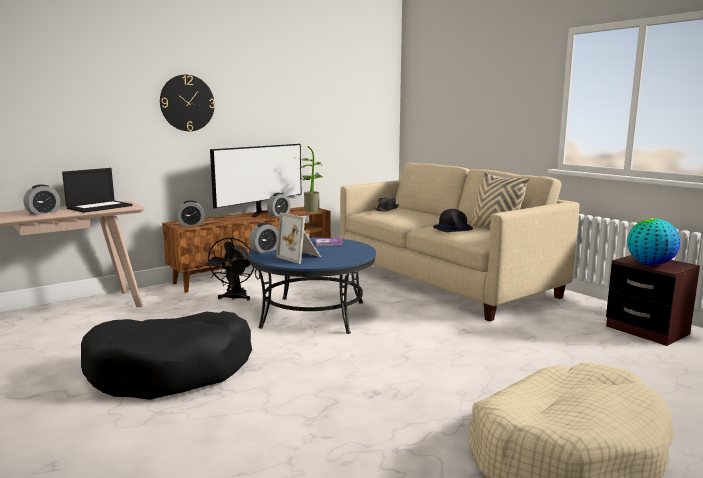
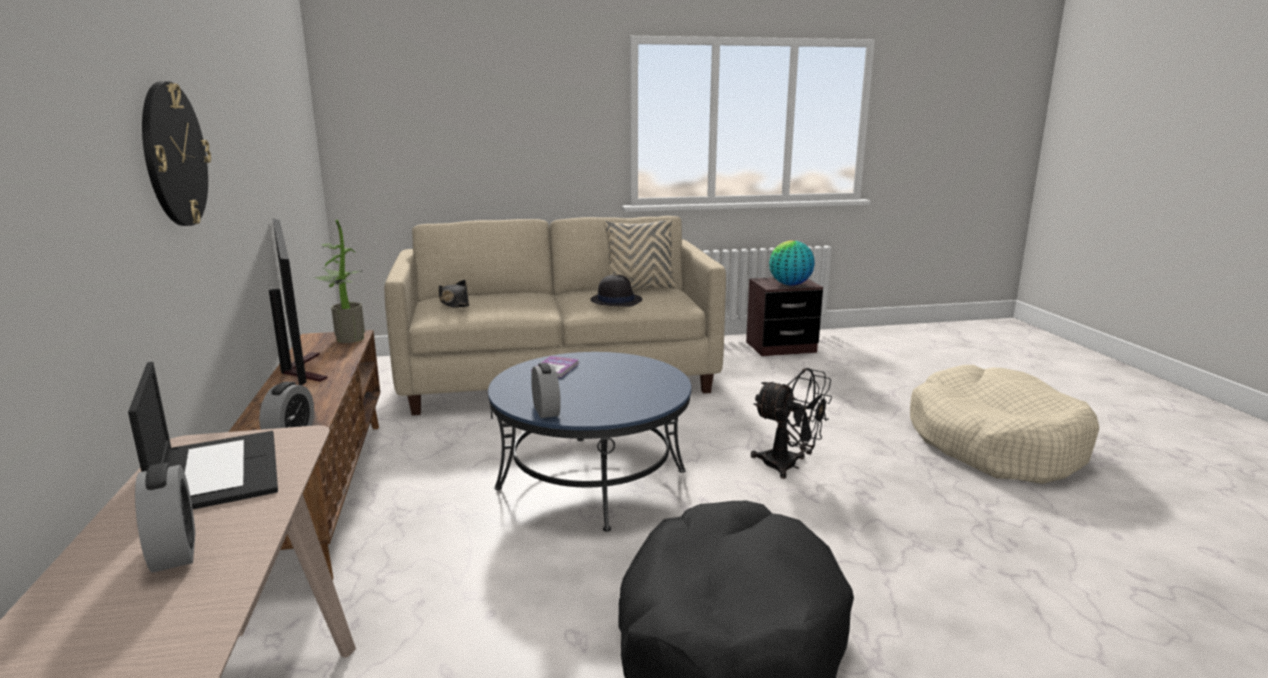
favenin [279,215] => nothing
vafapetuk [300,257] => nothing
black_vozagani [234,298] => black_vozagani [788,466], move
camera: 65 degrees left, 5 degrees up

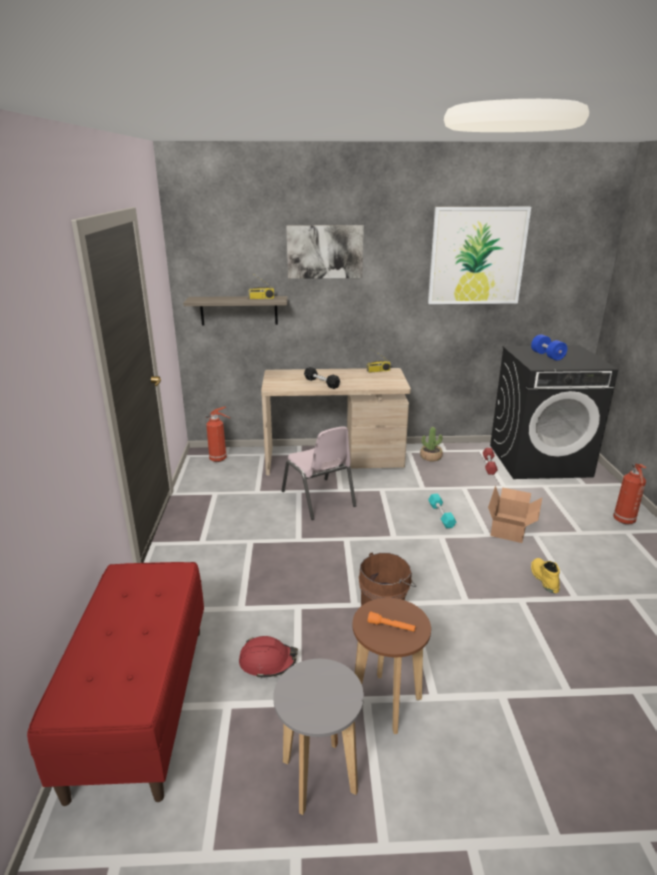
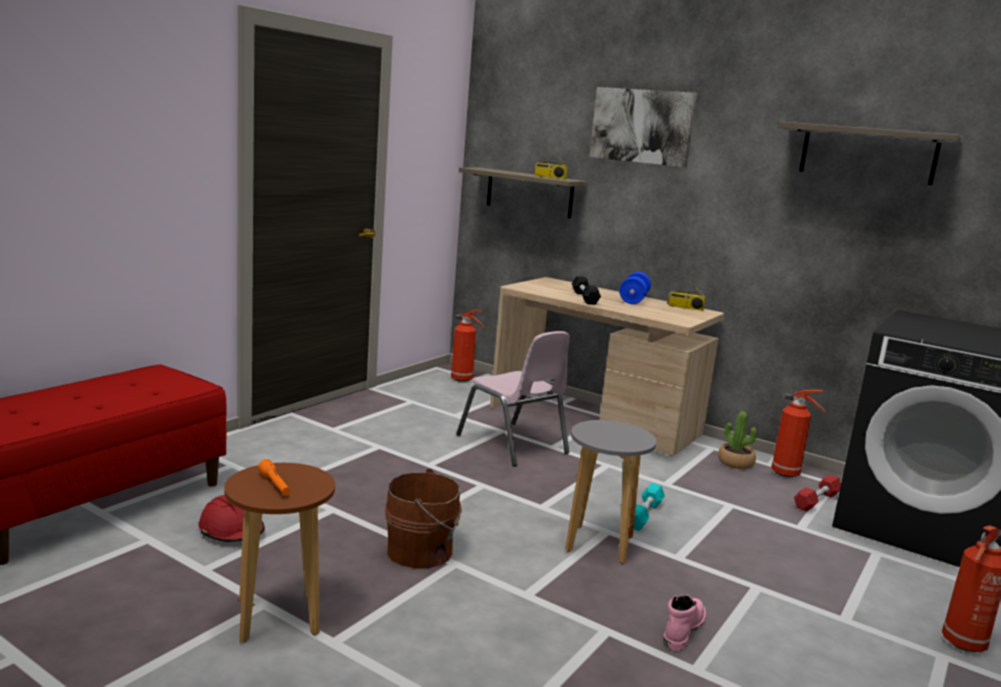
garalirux [511,527] => nothing
nothing => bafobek [787,474]
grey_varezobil [319,776] => grey_varezobil [600,544], move
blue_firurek [547,356] => blue_firurek [633,300], move
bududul [477,256] => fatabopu [868,153]
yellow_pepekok [543,578] => pink_pepekok [682,629]
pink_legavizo [318,499] => pink_legavizo [512,444], 45 degrees counterclockwise
camera: 35 degrees right, 10 degrees down

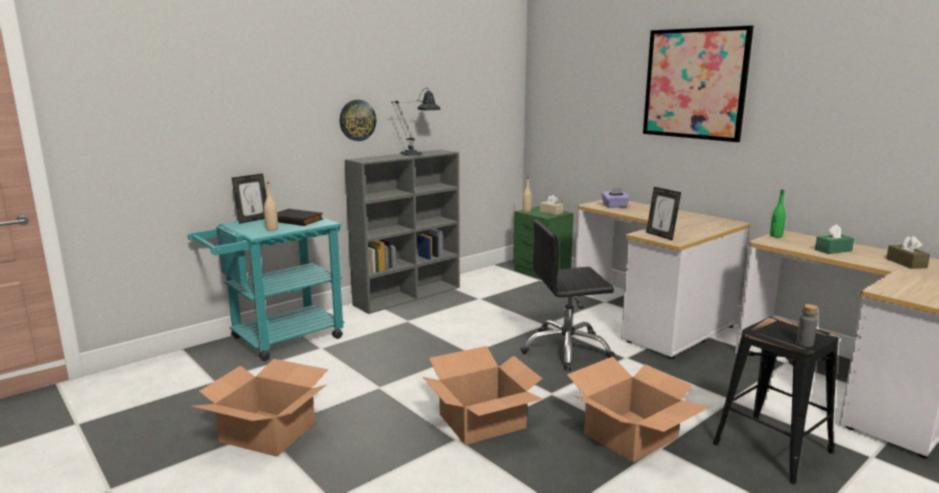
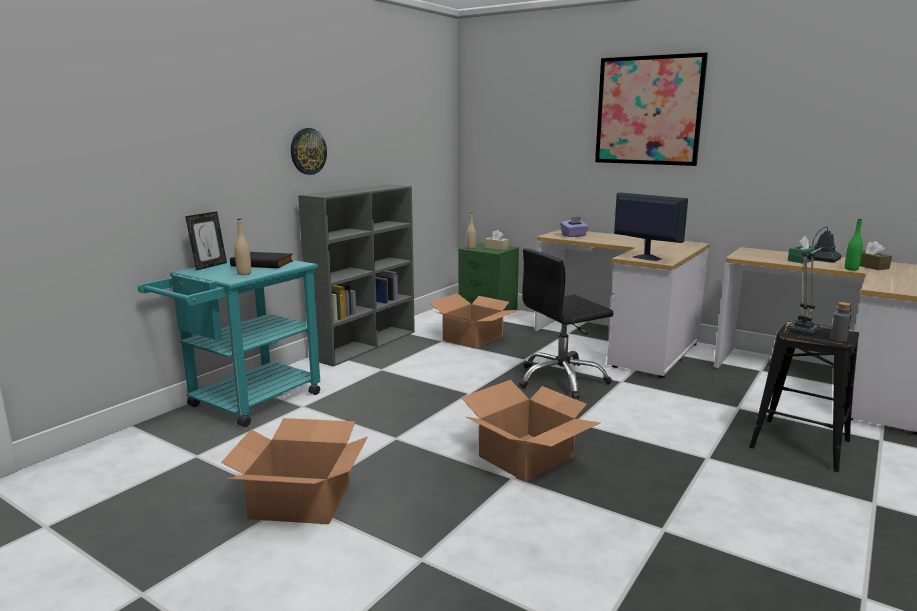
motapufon [415,154] => motapufon [805,328], move
garalirux [631,436] => garalirux [473,338], move
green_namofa [776,236] => green_namofa [851,269], move
vafapetuk [661,236] => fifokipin [646,257]
camera: 15 degrees left, 0 degrees up

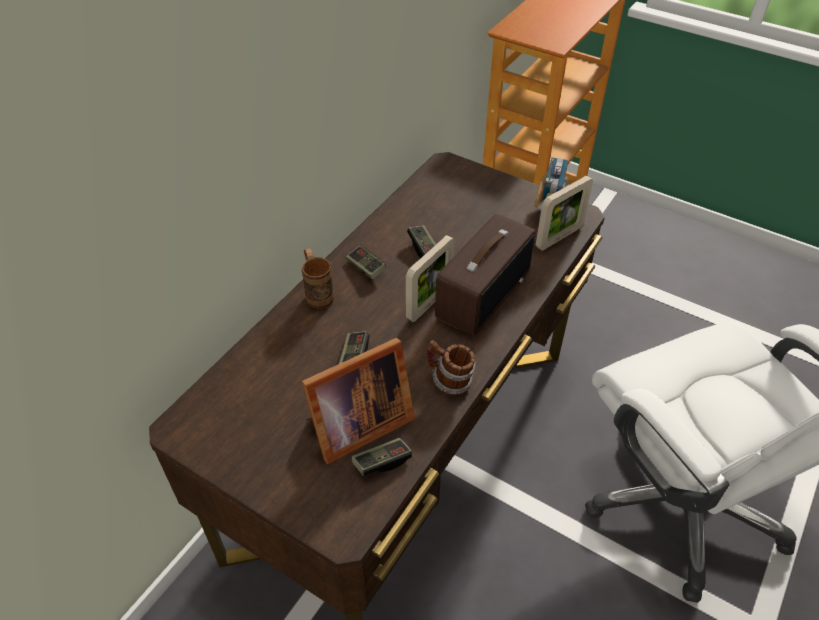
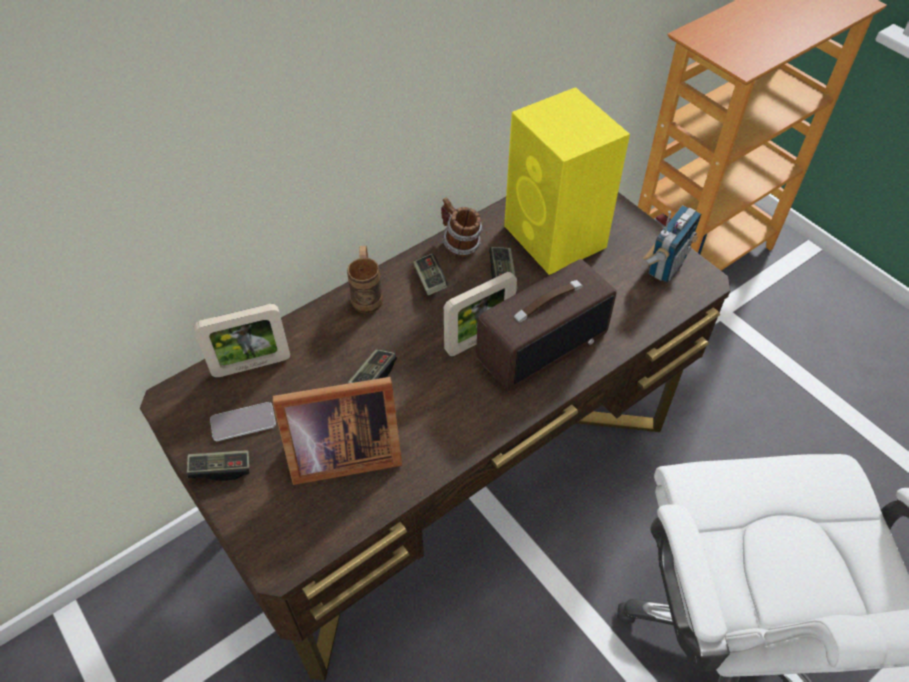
nothing => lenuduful [243,422]
nothing => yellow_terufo [556,238]
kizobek [382,461] => kizobek [221,469], move
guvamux [449,381] => guvamux [459,244], move
vafapetuk [559,237] => vafapetuk [251,365], move
camera: 20 degrees right, 5 degrees up

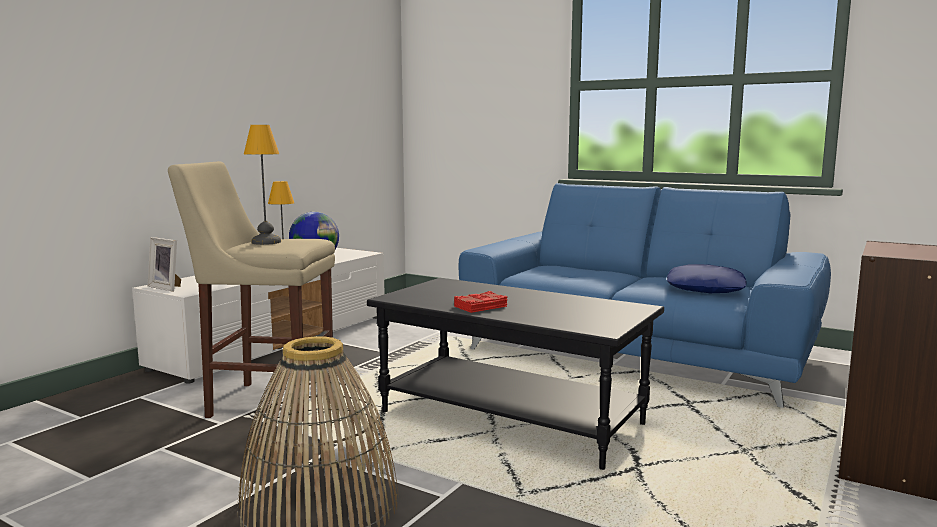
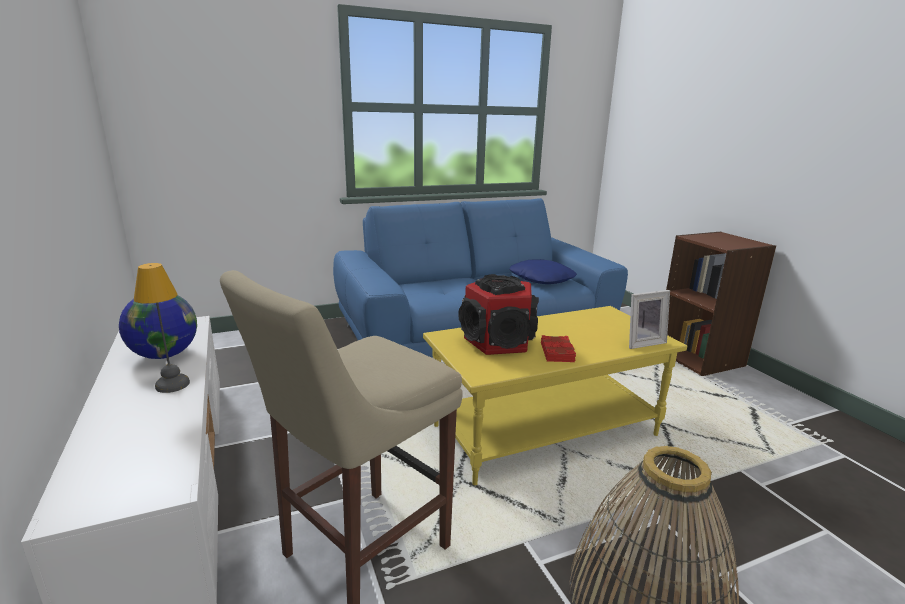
motapufon [267,242] => nothing
nothing => terufo [499,342]
vafapetuk [167,287] => vafapetuk [642,342], move
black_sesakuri [513,418] => yellow_sesakuri [544,430]
camera: 55 degrees left, 10 degrees up

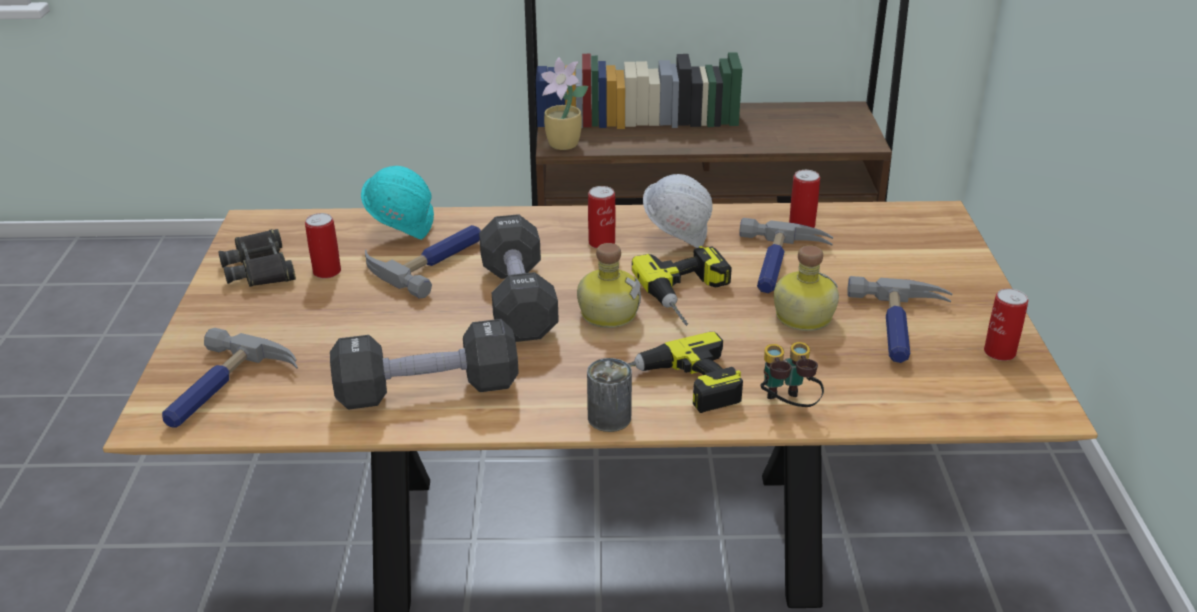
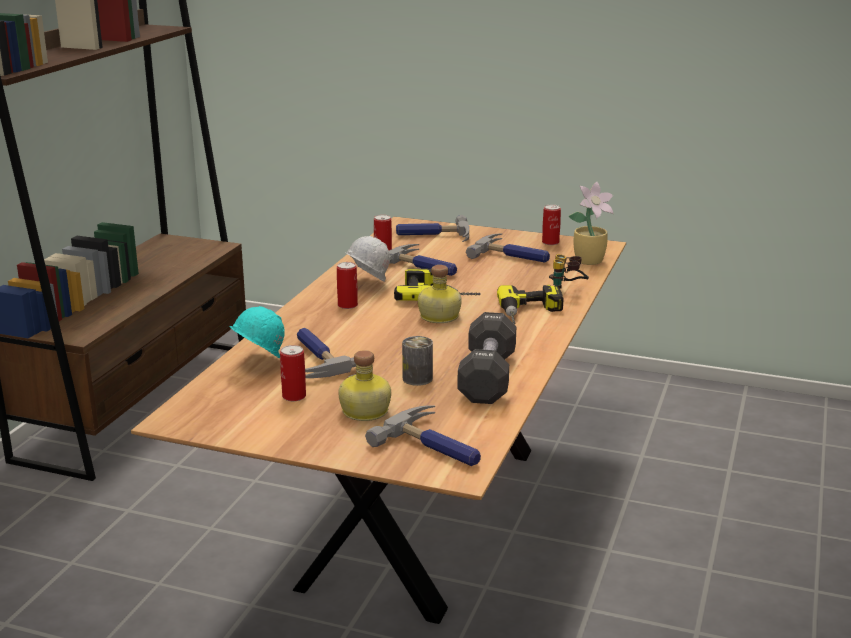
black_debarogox [260,268] => nothing
black_firurek [518,301] => nothing
nothing => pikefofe [433,236]
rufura [564,145] => rufura [590,261], move
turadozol [609,418] => turadozol [417,378], move
namofa [801,316] => namofa [364,412], move
camera: 70 degrees left, 10 degrees down

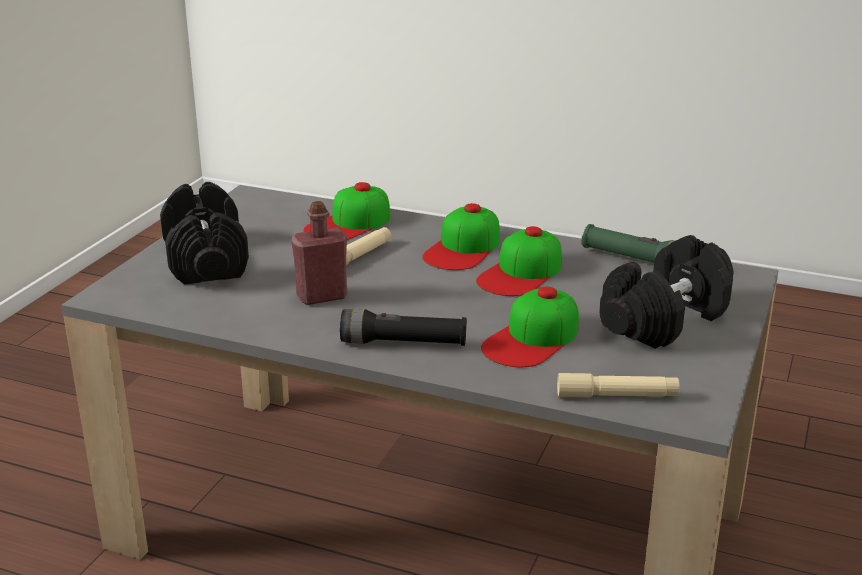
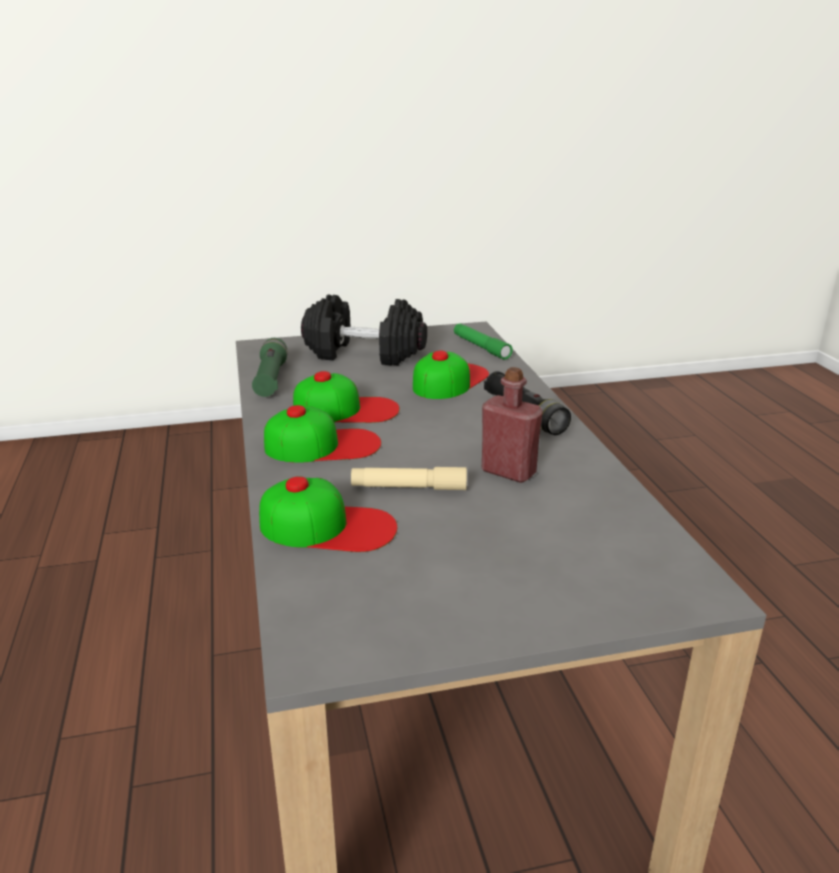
black_firurek [205,260] => nothing
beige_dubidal [617,395] => green_dubidal [481,347]
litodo [532,339] => litodo [450,380], 60 degrees counterclockwise
camera: 125 degrees left, 0 degrees up

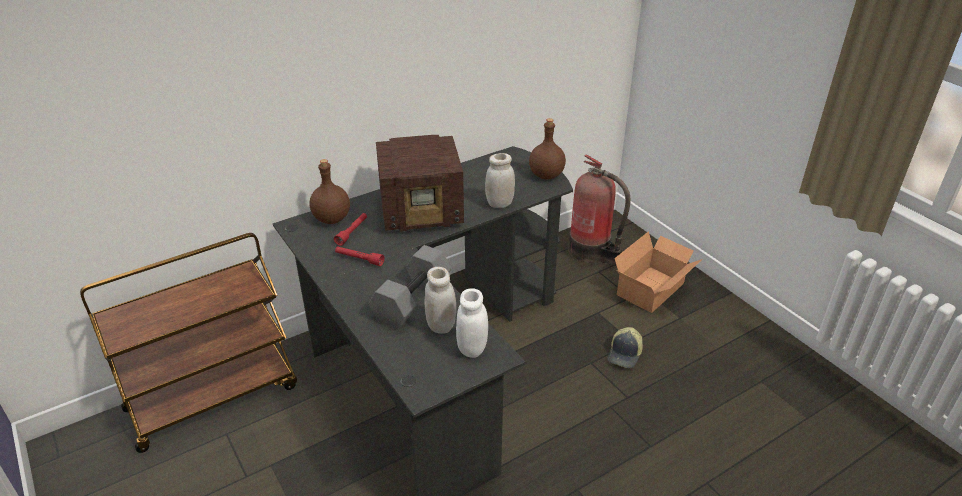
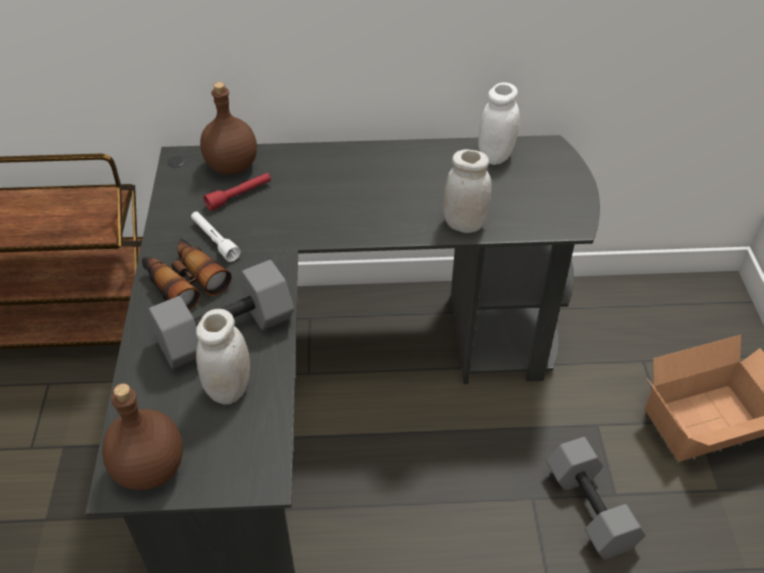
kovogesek [423,212] => nothing
bafobek [592,252] => nothing
nothing => debarogox [184,281]
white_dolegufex [472,348] => white_dolegufex [495,156], move
brown_namofa [547,175] => brown_namofa [151,468], move
litodo [625,354] => grey_firurek [592,509]
red_dubidal [359,259] => white_dubidal [214,240]
camera: 30 degrees right, 10 degrees up

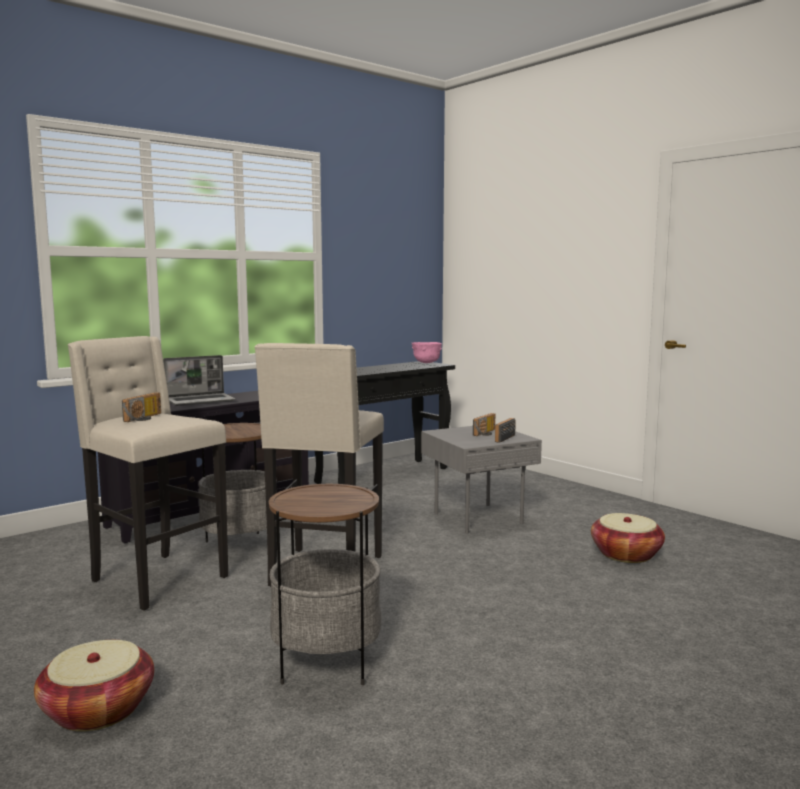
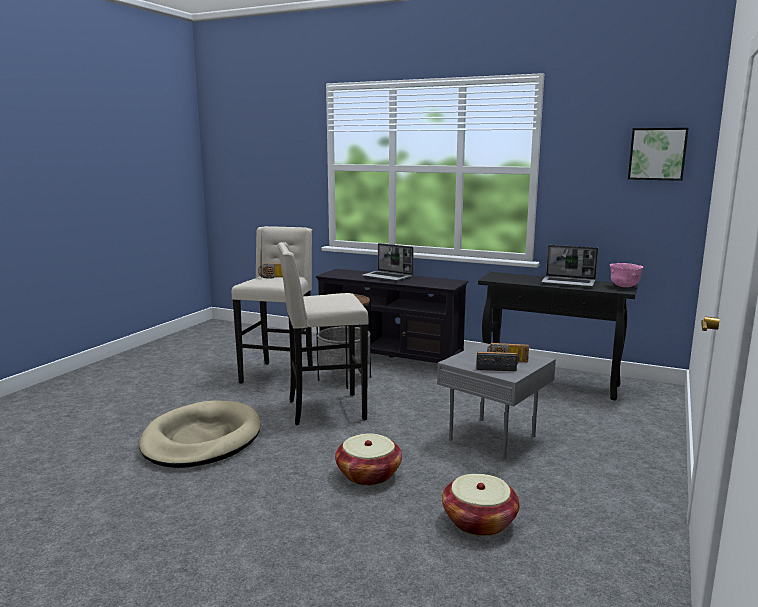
nothing => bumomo [569,283]
nothing => bududul [657,154]
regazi [98,710] => regazi [368,474], move
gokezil [327,662] => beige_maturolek [201,439]
camera: 65 degrees right, 5 degrees up

